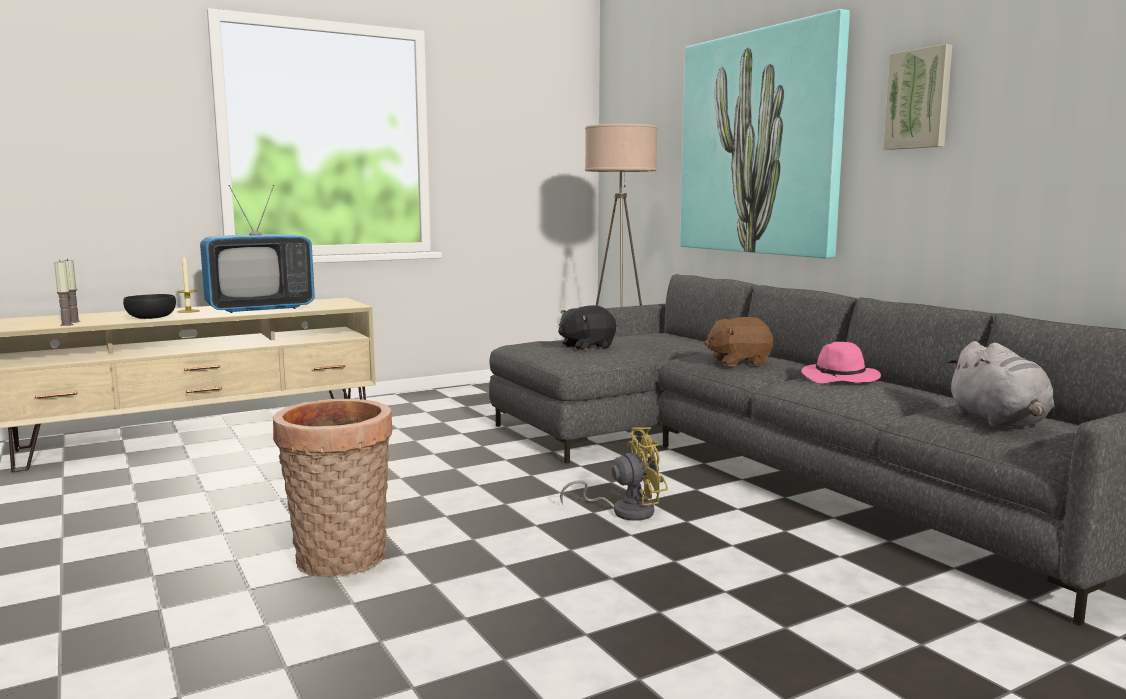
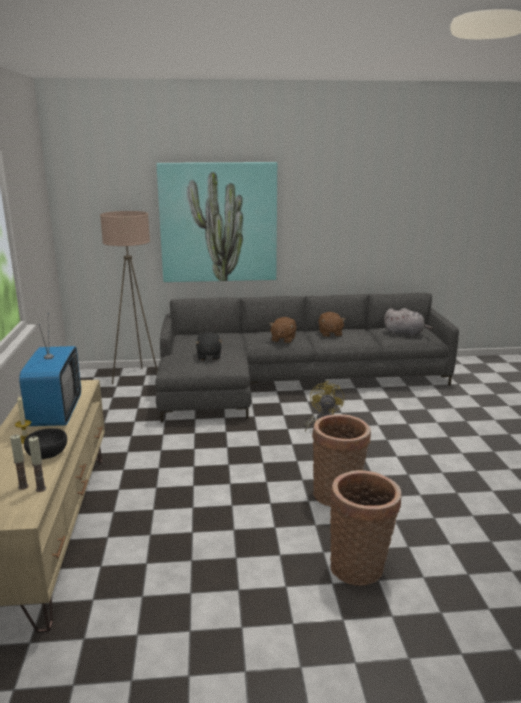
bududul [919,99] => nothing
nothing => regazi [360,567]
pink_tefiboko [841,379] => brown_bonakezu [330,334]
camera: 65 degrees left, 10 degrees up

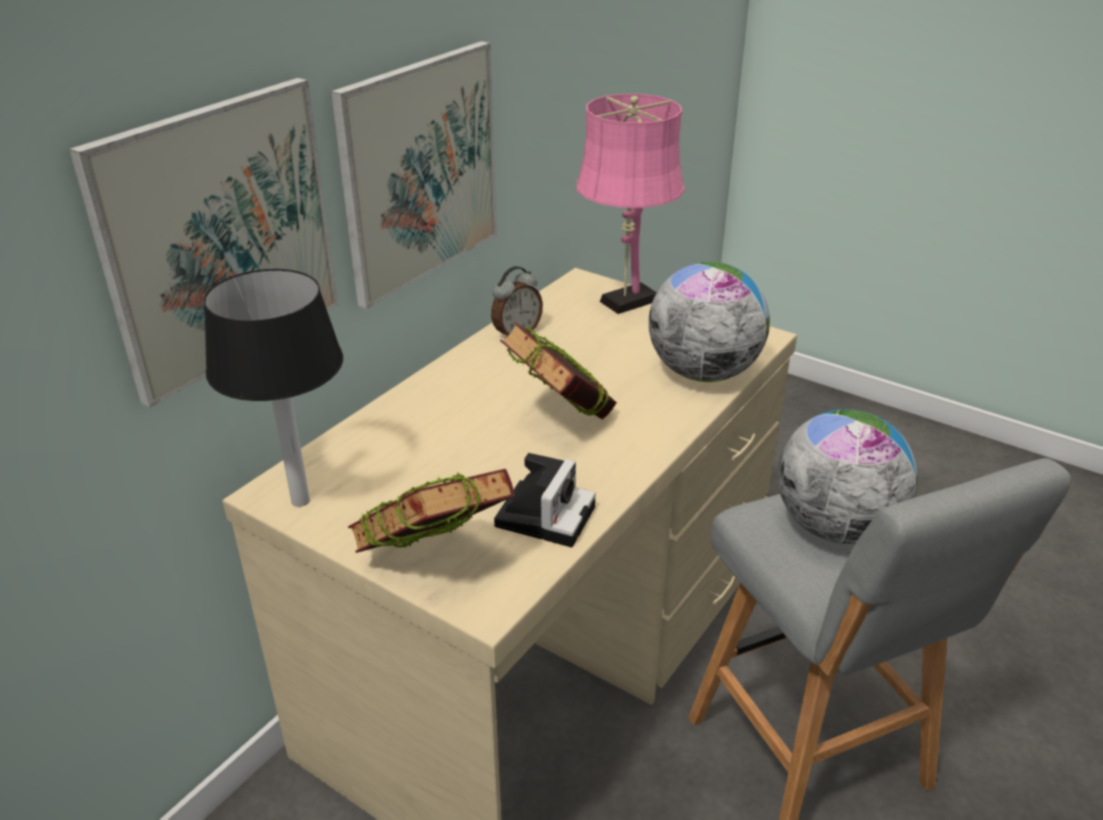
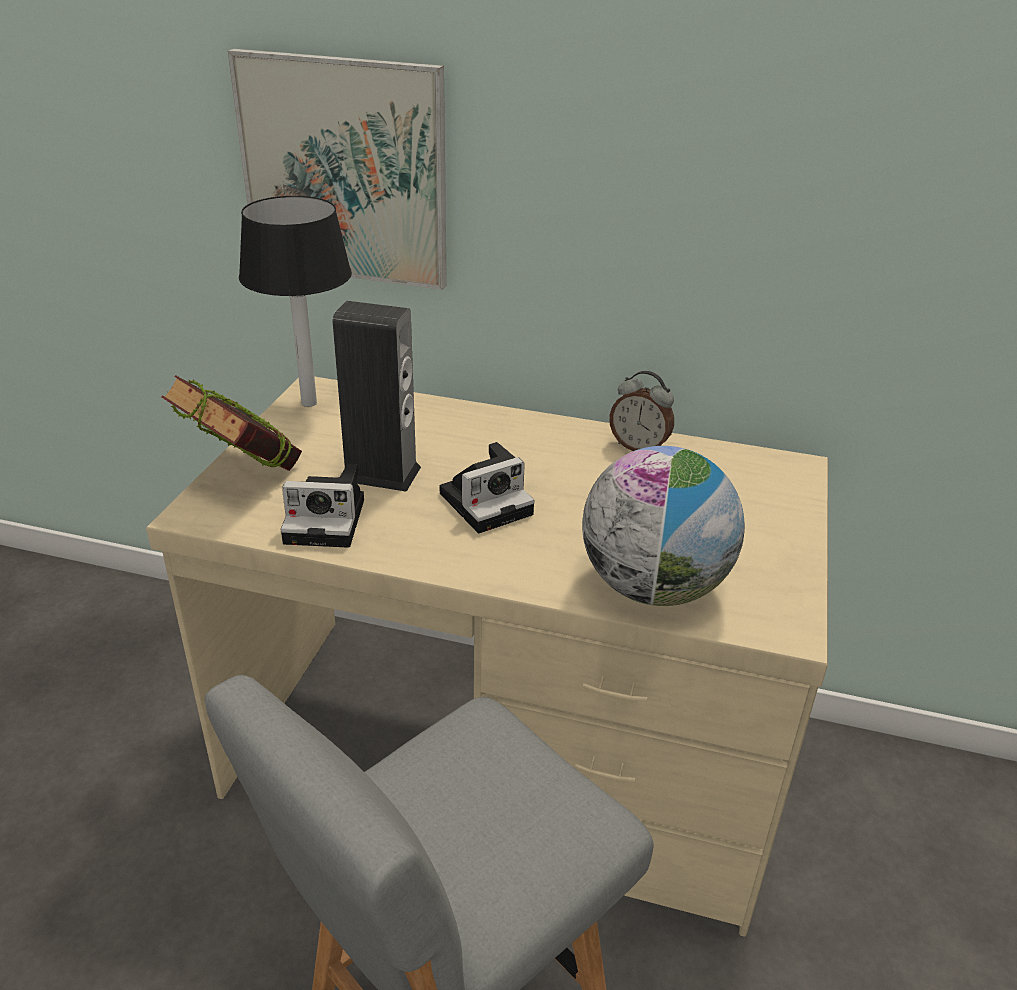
bududul [420,171] => nothing
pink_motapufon [625,302] => nothing
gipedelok [835,526] => nothing
nothing => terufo [381,474]
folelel [559,421] => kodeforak [488,502]
camera: 70 degrees right, 0 degrees up

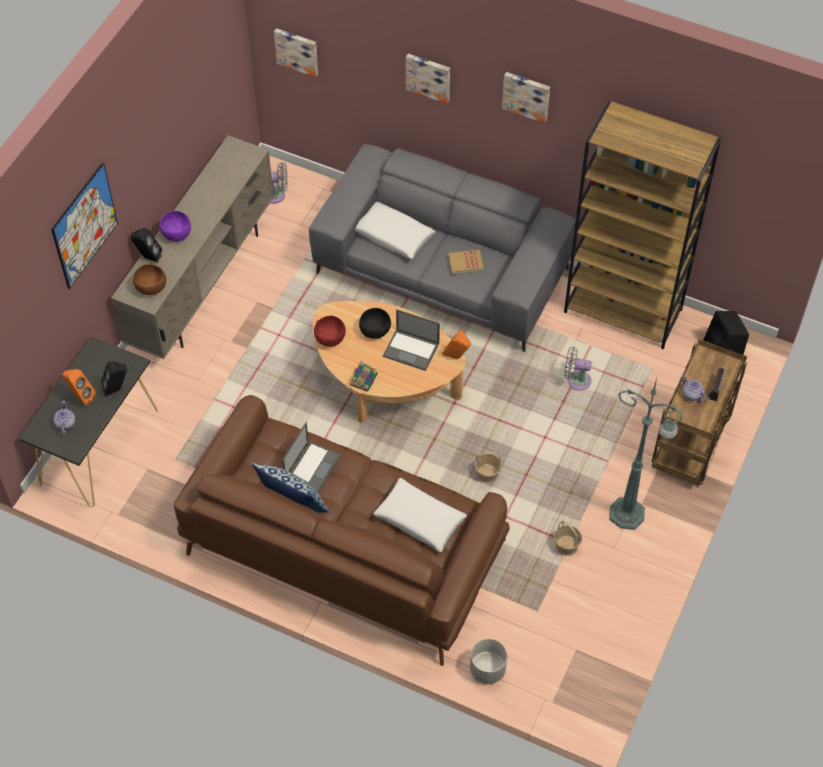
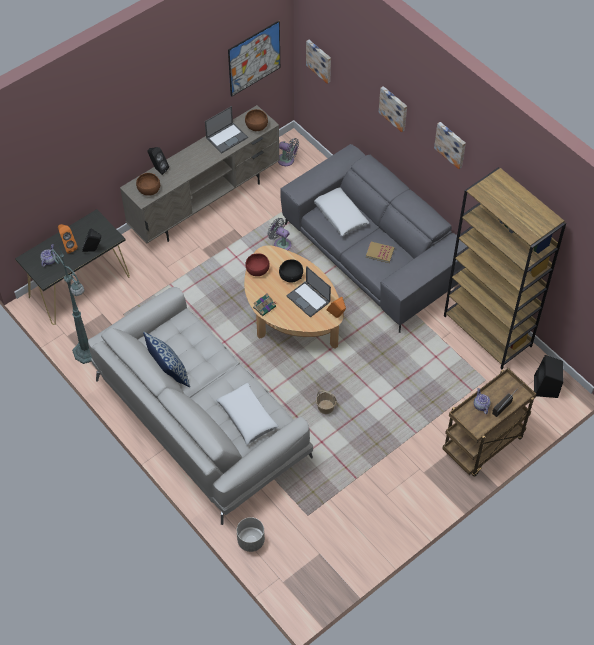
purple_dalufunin [177,234] => nothing
regazi [566,546] => nothing
nothing => brown_dalufunin [256,126]
bududul [85,226] => bududul [254,58], move
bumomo [312,466] => bumomo [227,137], move
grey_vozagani [576,380] => grey_vozagani [280,244], move
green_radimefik [628,514] => green_radimefik [87,353], move
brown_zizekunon [343,546] => white_zizekunon [200,417]
camera: 25 degrees right, 0 degrees up

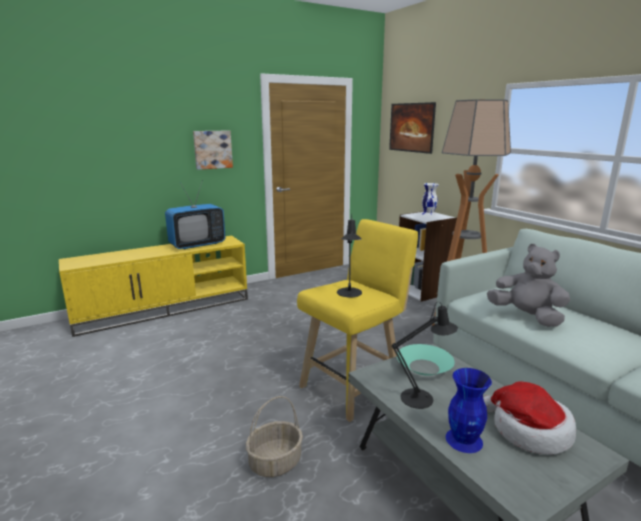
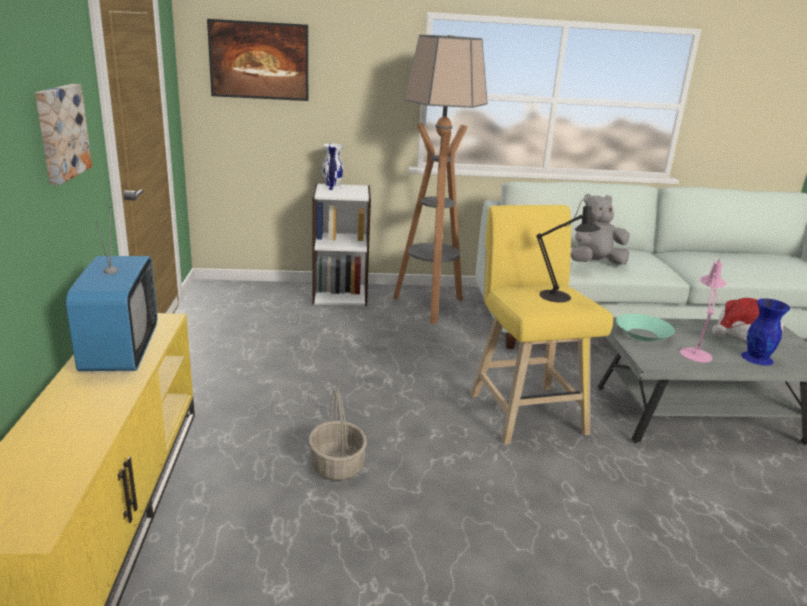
regazi [275,463] => regazi [337,466], move
black_motapufon [421,398] => pink_motapufon [696,353]
camera: 65 degrees left, 5 degrees up

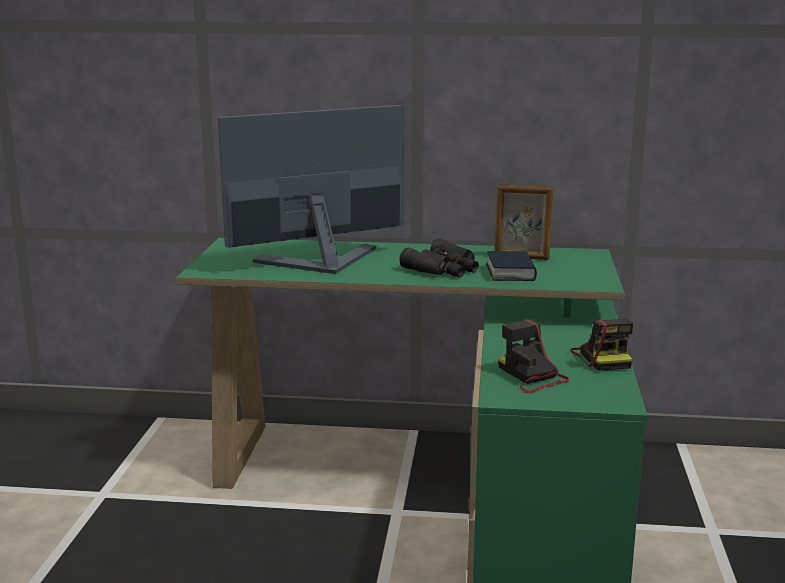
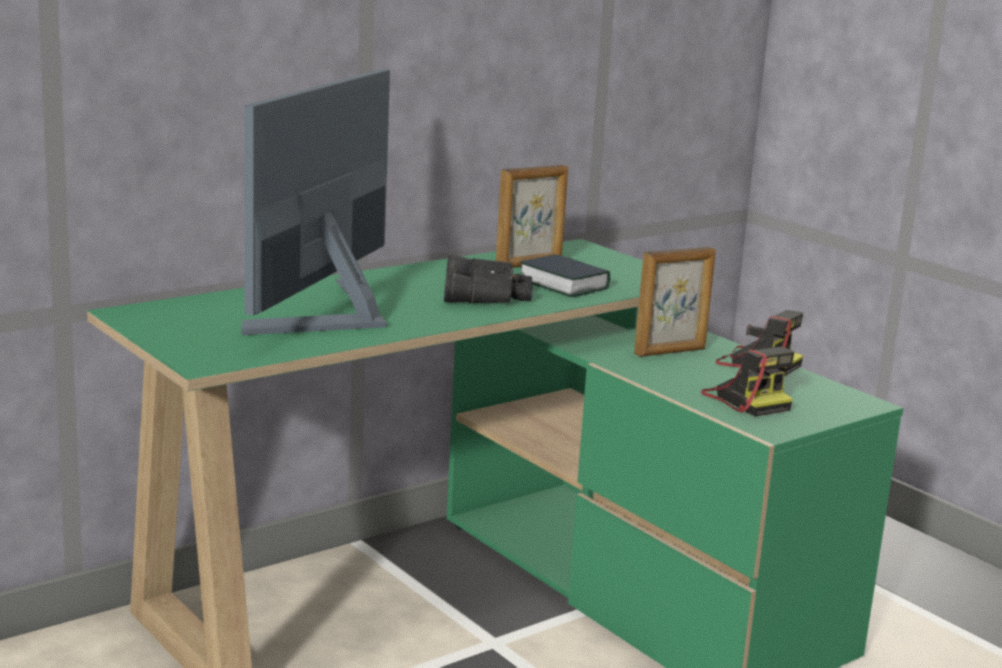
nothing => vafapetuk [670,352]
kodeforak [531,377] => kodeforak [746,400], 135 degrees counterclockwise
camera: 45 degrees left, 0 degrees up

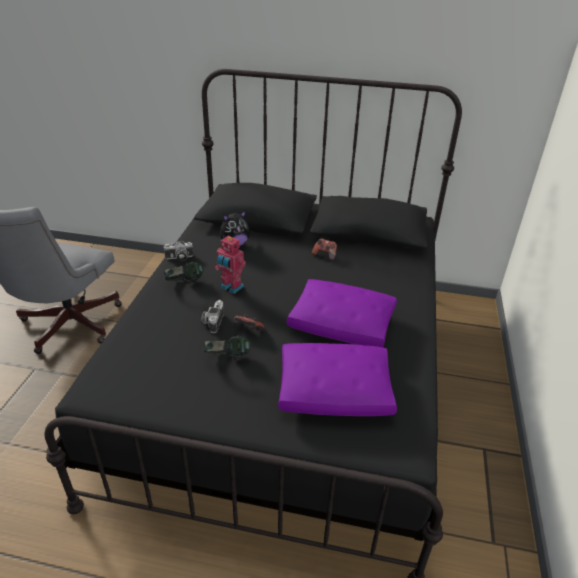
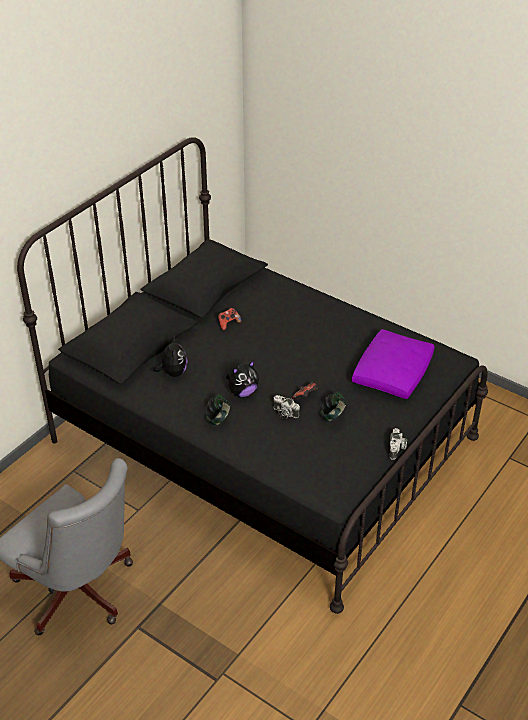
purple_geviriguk [342,324] => nothing
kodeforak [179,258] => kodeforak [397,449], move
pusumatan [231,288] => bonakezu [242,392]
camera: 65 degrees left, 5 degrees up

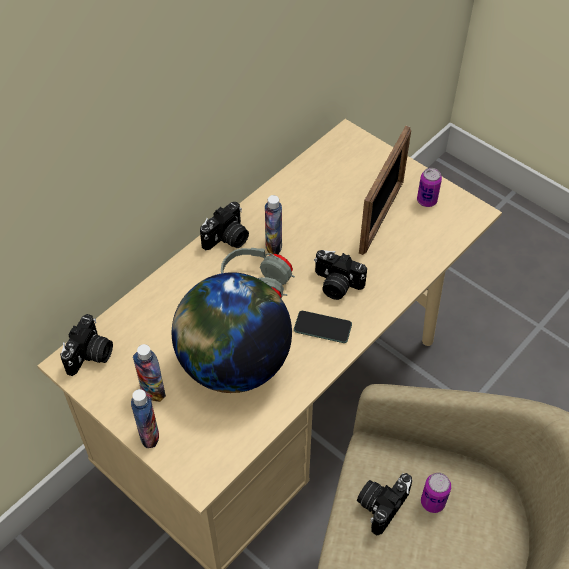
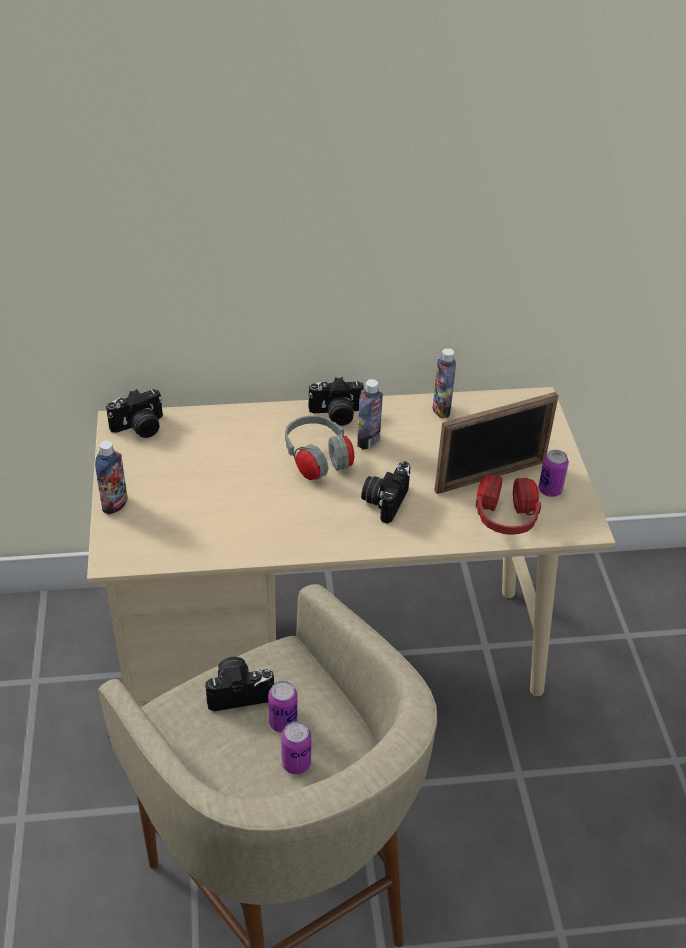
gipedelok [233,364] => nothing
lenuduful [322,327] => nothing
nothing => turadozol [296,763]
nothing => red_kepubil [505,520]
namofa [153,391] => namofa [441,409], move
kodeforak [336,285] => kodeforak [384,501], 45 degrees clockwise
camera: 40 degrees right, 10 degrees down

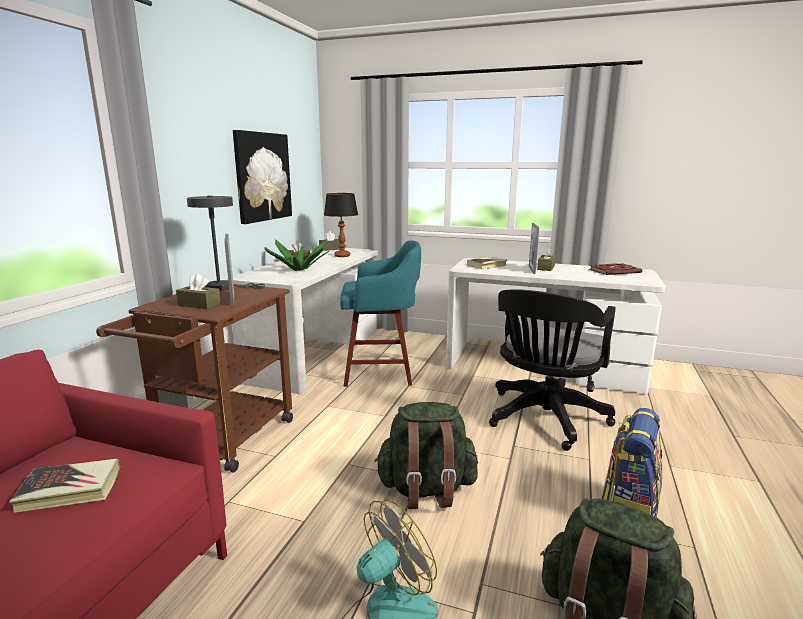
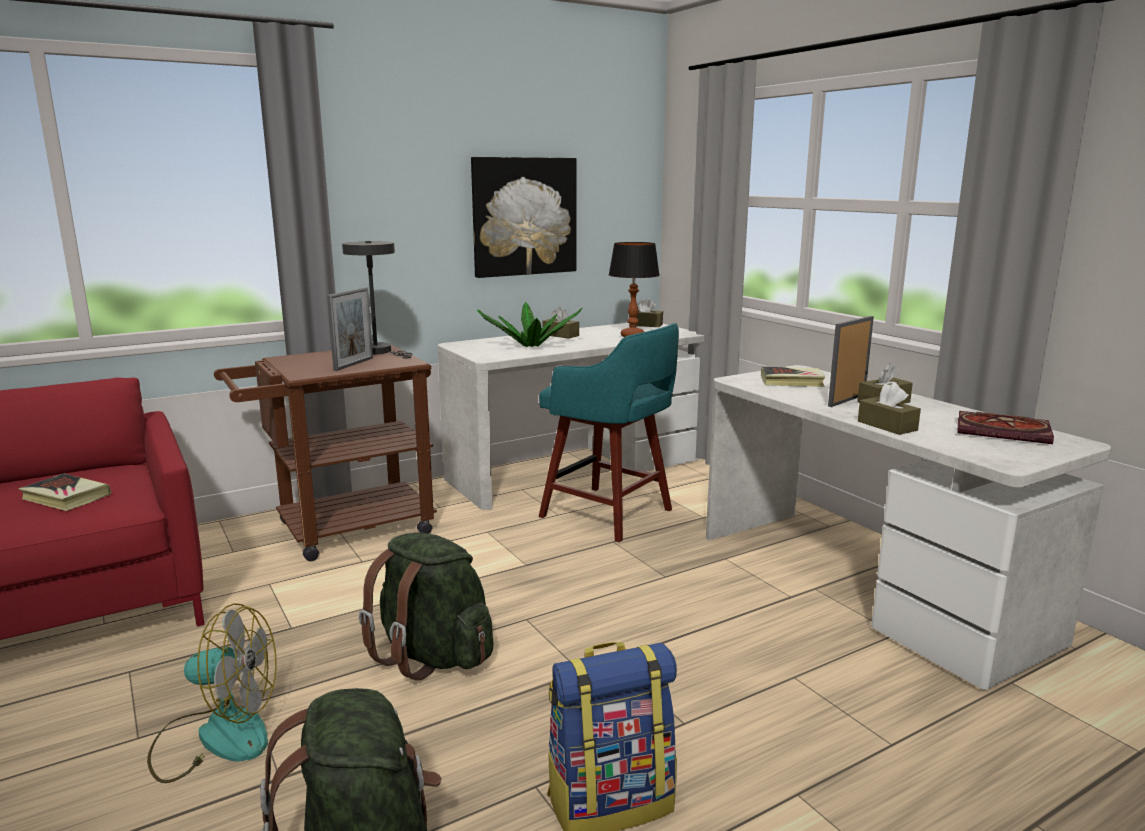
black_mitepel [544,420] => nothing
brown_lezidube [199,305] => brown_lezidube [887,426], move
camera: 40 degrees right, 0 degrees up

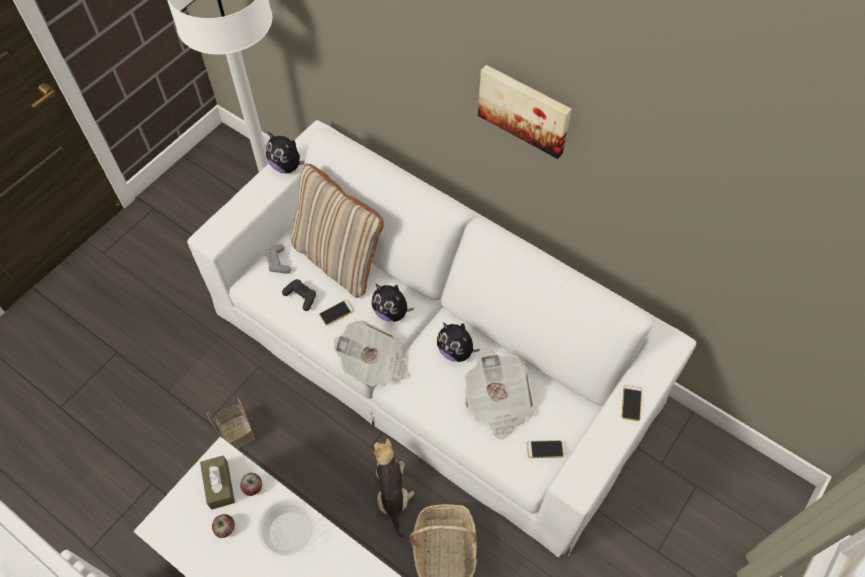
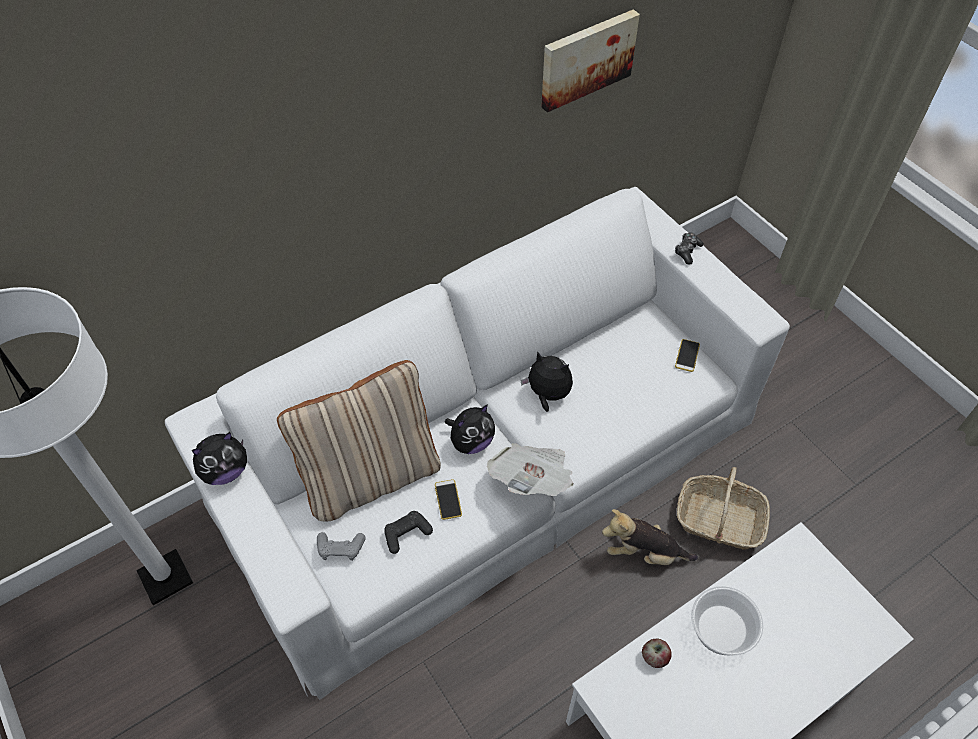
brown_lezidube [219,485] => nothing
regazi [236,431] => nothing
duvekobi [225,528] => nothing
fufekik [498,403] => nothing
bududul [525,109] => bududul [586,58], move
lenuduful [631,403] => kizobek [687,251]
bonakezu [456,351] => bonakezu [547,395], 120 degrees counterclockwise
camera: 70 degrees left, 5 degrees down

